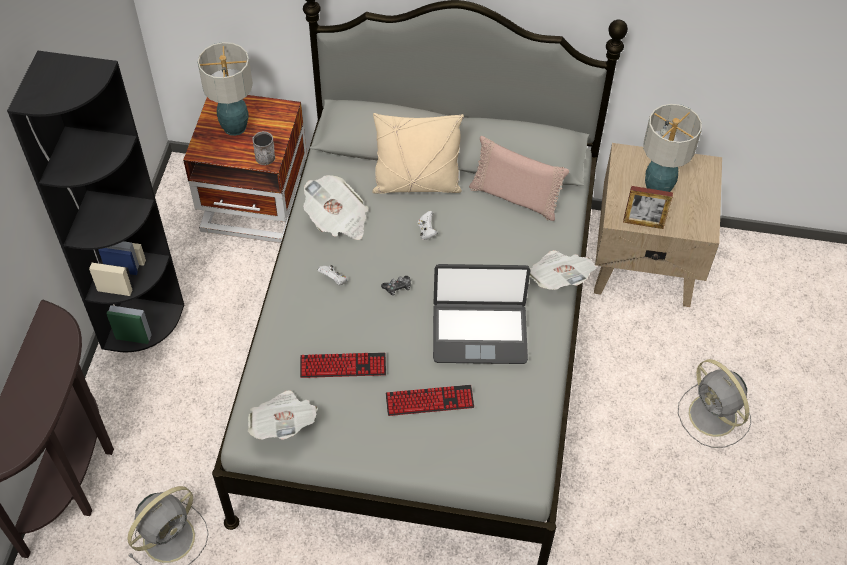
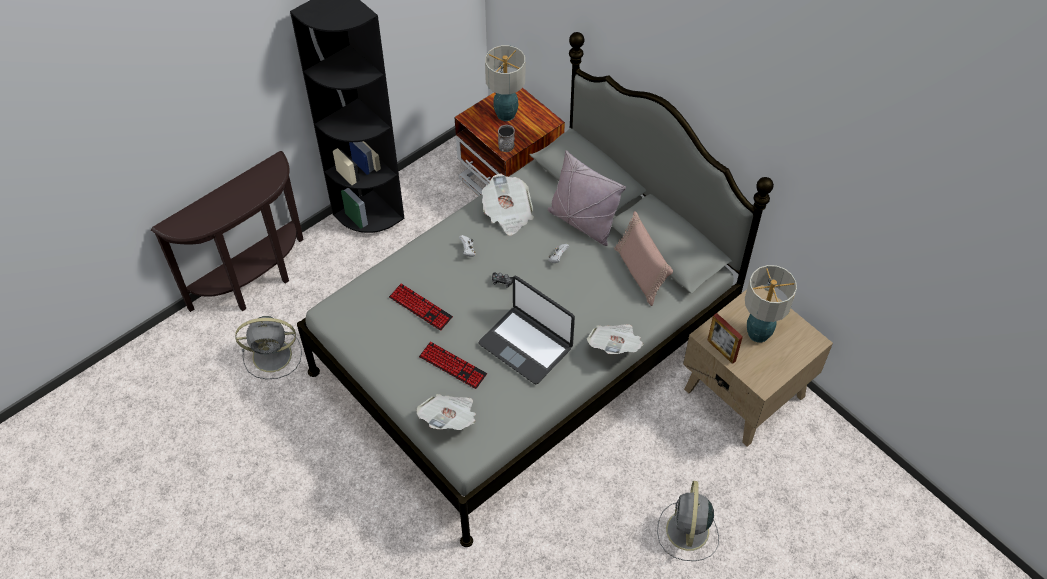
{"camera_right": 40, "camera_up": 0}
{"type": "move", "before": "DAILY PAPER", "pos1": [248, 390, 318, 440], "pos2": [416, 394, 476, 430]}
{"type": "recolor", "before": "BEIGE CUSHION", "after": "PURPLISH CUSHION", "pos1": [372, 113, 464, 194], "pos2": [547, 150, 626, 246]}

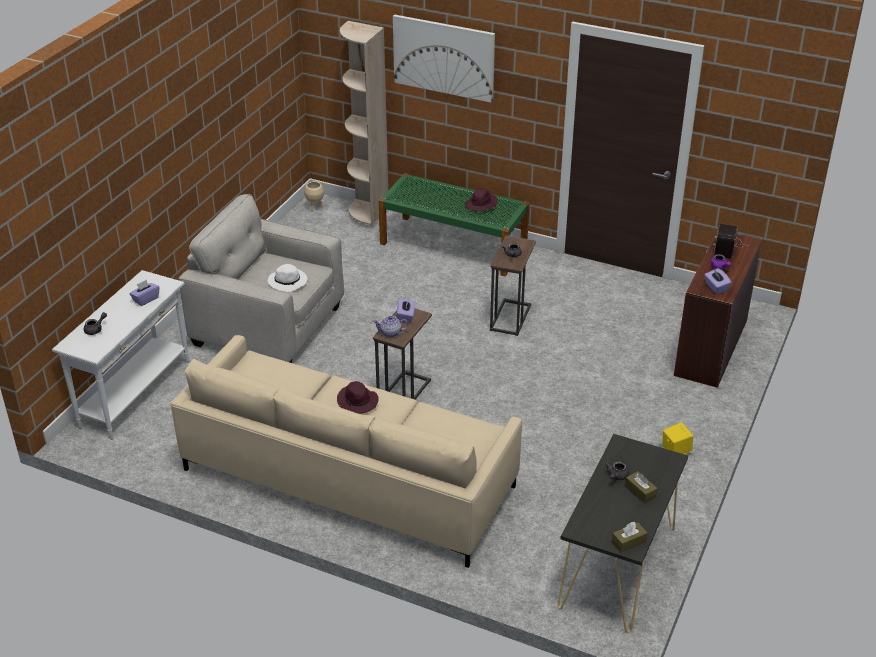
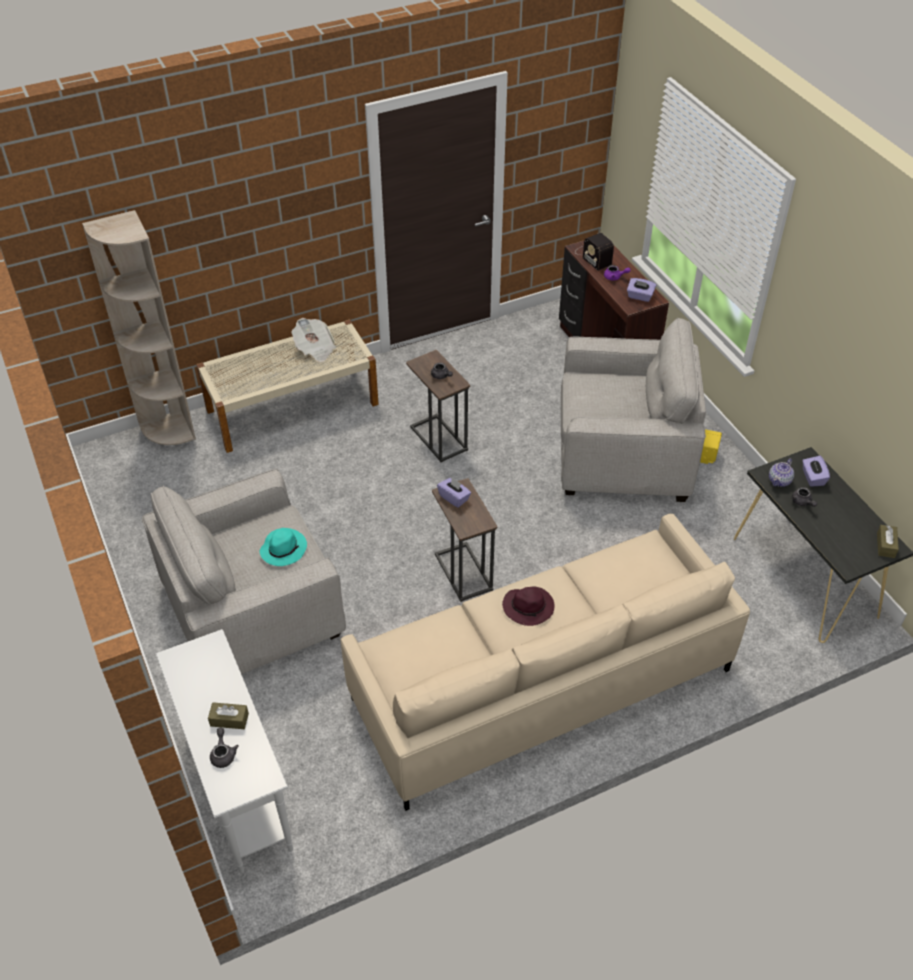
{"camera_right": -50, "camera_up": 10}
{"type": "recolor", "before": "GREENISH INDOOR BENCH", "after": "BEIGE INDOOR BENCH", "pos1": [379, 173, 529, 277], "pos2": [196, 319, 379, 453]}
{"type": "move", "before": "BROWN TISSUE HOLDER", "pos1": [625, 471, 658, 504], "pos2": [208, 702, 249, 729]}
{"type": "recolor", "before": "WHITE-COLOURED CLOTHING HAT", "after": "TURQUOISE-COLOURED CLOTHING HAT", "pos1": [268, 264, 307, 292], "pos2": [259, 528, 307, 566]}
{"type": "replace", "before": "PURPLISH CLOTHING HAT", "after": "DAILY PAPER", "pos1": [465, 188, 497, 212], "pos2": [291, 318, 336, 362]}
{"type": "insert", "after": "GREY ARMCHAIR", "pos2": [561, 318, 706, 502]}
{"type": "move", "before": "TEAPOT", "pos1": [373, 316, 408, 337], "pos2": [769, 458, 794, 487]}
{"type": "move", "before": "PURPLISH TISSUE HOLDER", "pos1": [130, 280, 160, 306], "pos2": [802, 456, 830, 487]}
{"type": "delete", "before": "BEIGE PLANTER", "pos1": [304, 181, 324, 212]}
{"type": "delete", "before": "WALL ART", "pos1": [393, 14, 495, 103]}

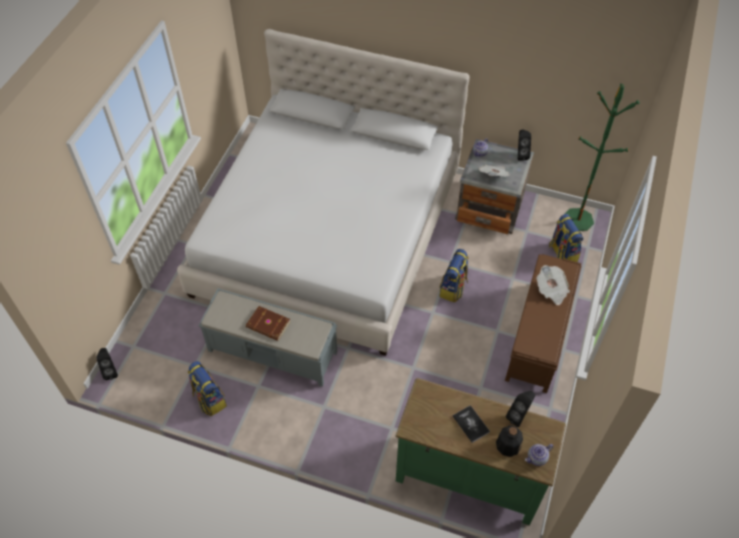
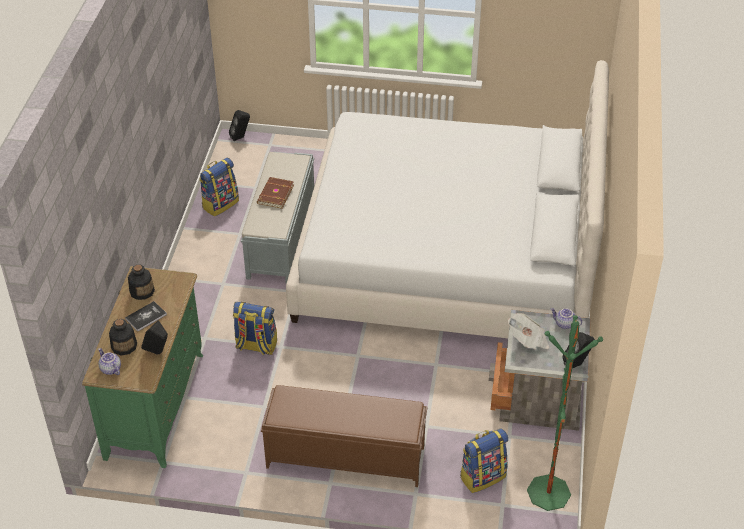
{"camera_right": 80, "camera_up": -10}
{"type": "insert", "after": "BEVERAGE BOTTLE", "pos2": [128, 264, 155, 300]}
{"type": "move", "before": "RUCKSACK", "pos1": [439, 249, 469, 303], "pos2": [233, 302, 277, 355]}
{"type": "delete", "before": "DAILY PAPER", "pos1": [536, 265, 570, 305]}

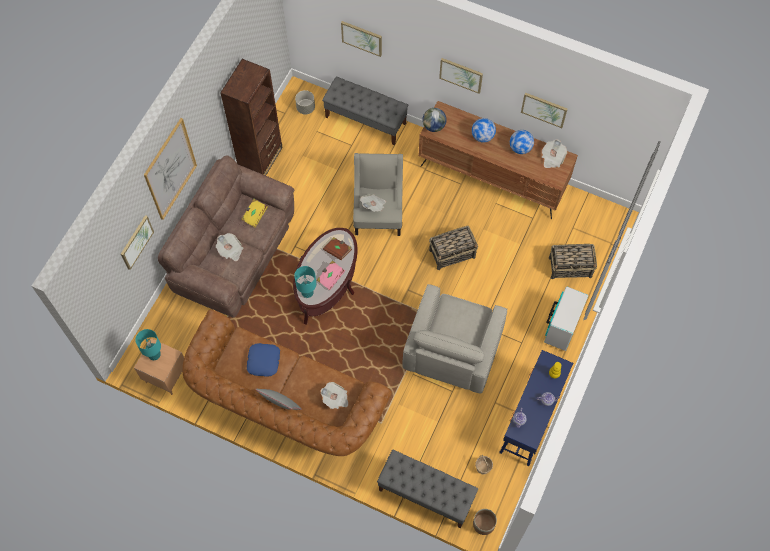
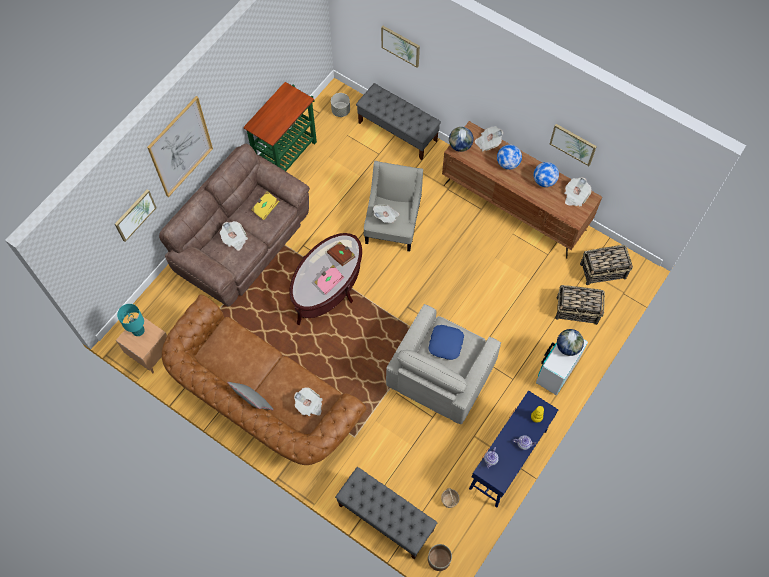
{"camera_right": 10, "camera_up": 0}
{"type": "replace", "before": "BROWN SHELVING UNIT", "after": "GREENISH CART", "pos1": [220, 59, 283, 175], "pos2": [243, 82, 317, 171]}
{"type": "move", "before": "BLUE-COLOURED CUSHION", "pos1": [247, 343, 280, 377], "pos2": [428, 325, 464, 360]}
{"type": "insert", "after": "DAILY PAPER", "pos2": [475, 126, 503, 151]}
{"type": "insert", "after": "GLOBE", "pos2": [557, 329, 584, 356]}
{"type": "move", "before": "HOUSEHOLD BASKET", "pos1": [429, 226, 478, 270], "pos2": [580, 245, 633, 285]}
{"type": "delete", "before": "TURQUOISE-COLOURED LAMP FOR A TABLE", "pos1": [294, 266, 316, 298]}
{"type": "delete", "before": "WALL ART", "pos1": [439, 58, 483, 94]}

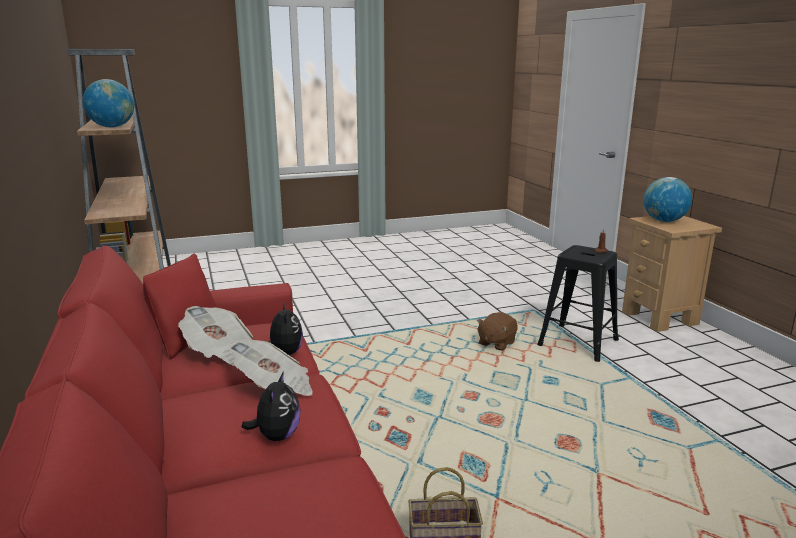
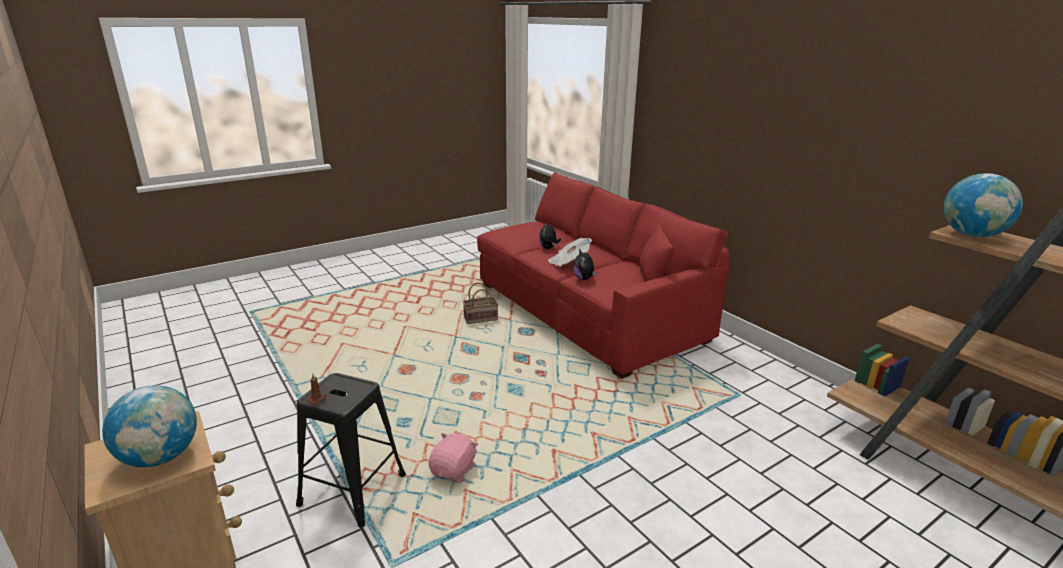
{"camera_right": 165, "camera_up": 5}
{"type": "recolor", "before": "BROWN PLUSH TOY", "after": "PINKISH PLUSH TOY", "pos1": [477, 312, 518, 351], "pos2": [429, 433, 478, 483]}
{"type": "delete", "before": "DAILY PAPER", "pos1": [178, 306, 253, 366]}

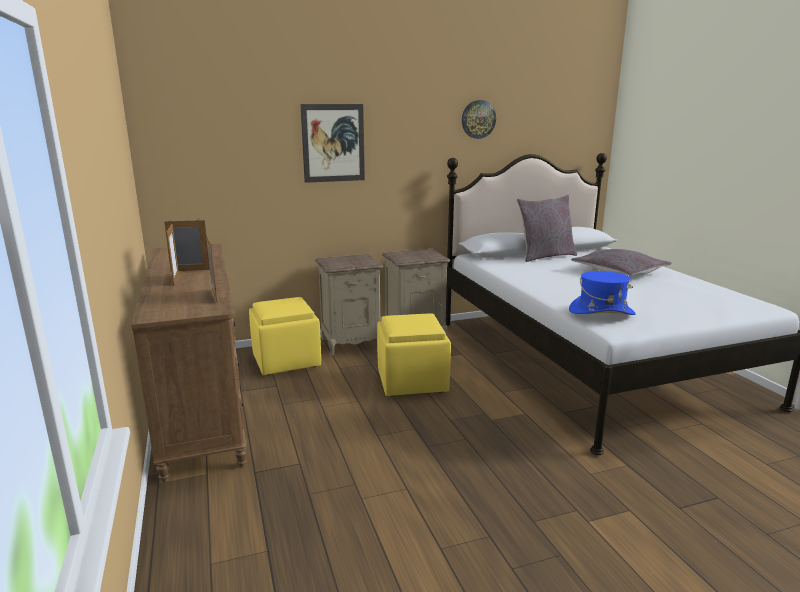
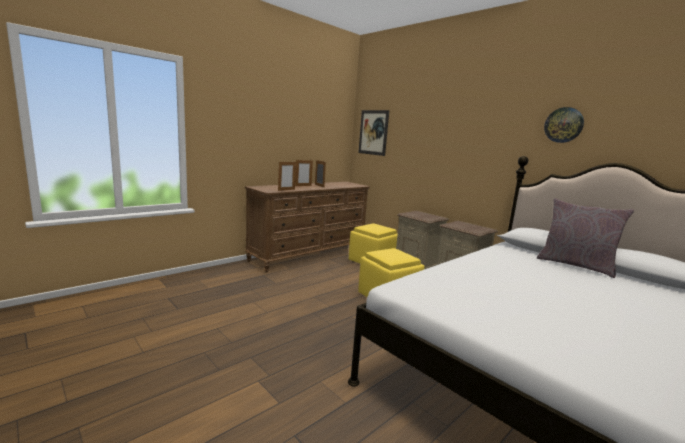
{"camera_right": 65, "camera_up": -5}
{"type": "move", "before": "WALL ART", "pos1": [300, 104, 365, 183], "pos2": [358, 110, 389, 156]}
{"type": "delete", "before": "BLUE-COLOURED CLOTHING HAT", "pos1": [569, 271, 636, 315]}
{"type": "delete", "before": "GREY CUSHION", "pos1": [571, 249, 672, 276]}

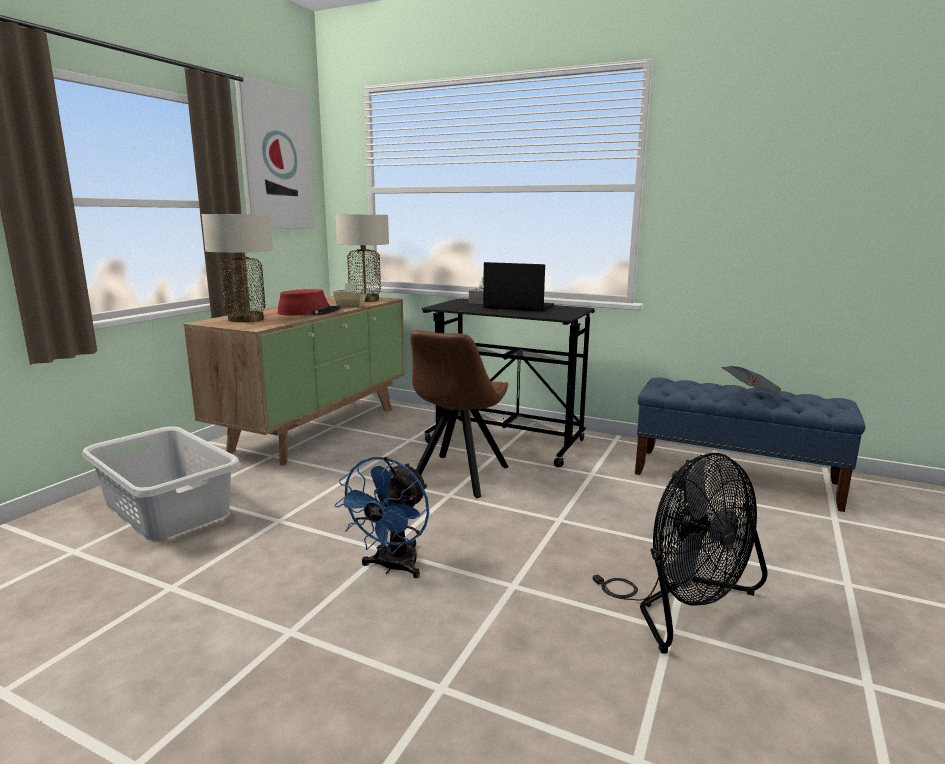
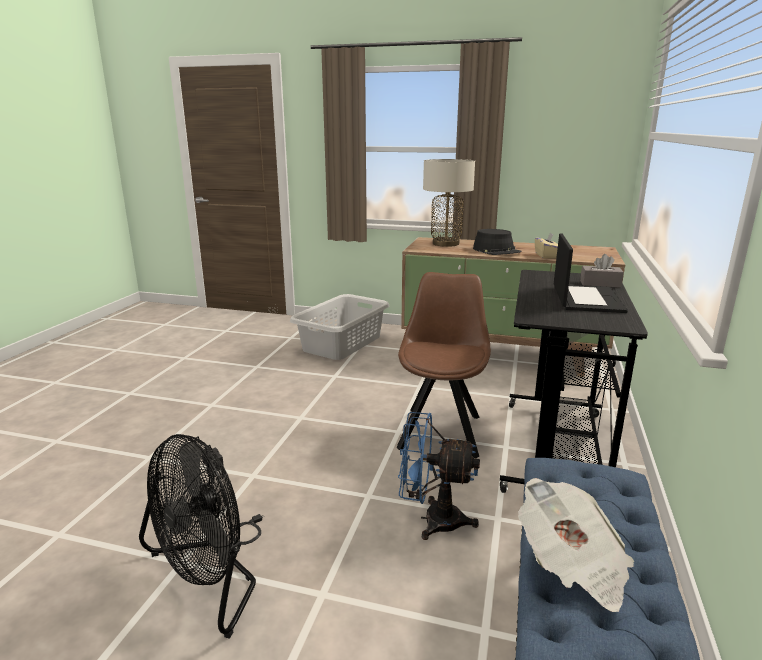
{"camera_right": 80, "camera_up": 5}
{"type": "rotate", "before": "BROWN CHAIR", "pos1": [410, 330, 509, 498], "pos2": [397, 272, 491, 458], "turn": 90}
{"type": "move", "before": "BLUE-COLOURED COOLING FAN", "pos1": [335, 457, 429, 578], "pos2": [398, 412, 480, 540]}
{"type": "recolor", "before": "RED-COLOURED CLOTHING HAT", "after": "BLACK-COLOURED CLOTHING HAT", "pos1": [278, 289, 341, 316], "pos2": [473, 229, 522, 255]}
{"type": "delete", "before": "WALL ART", "pos1": [235, 75, 314, 229]}
{"type": "delete", "before": "LAMP FOR A TABLE", "pos1": [336, 214, 389, 302]}

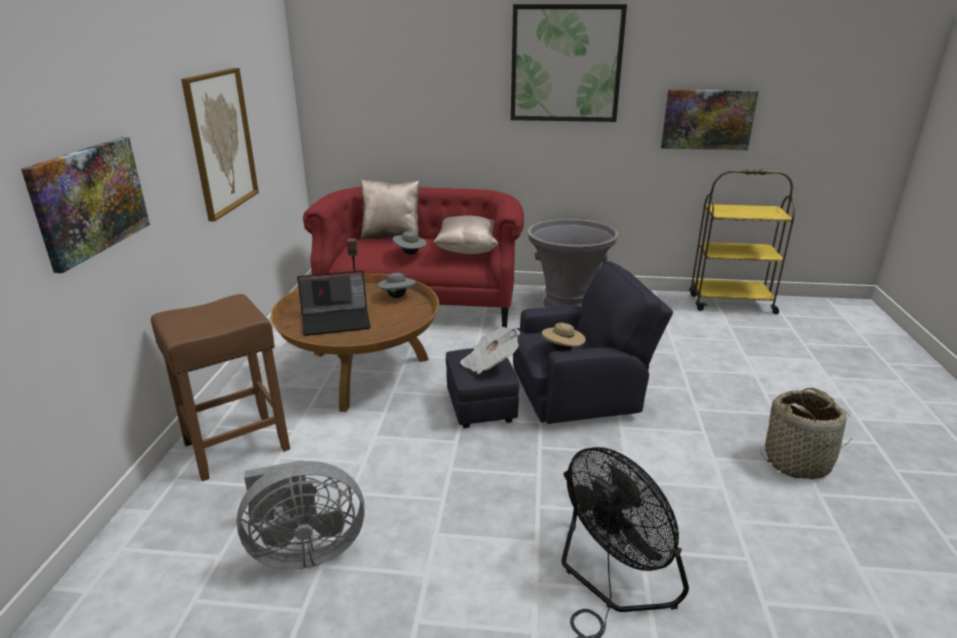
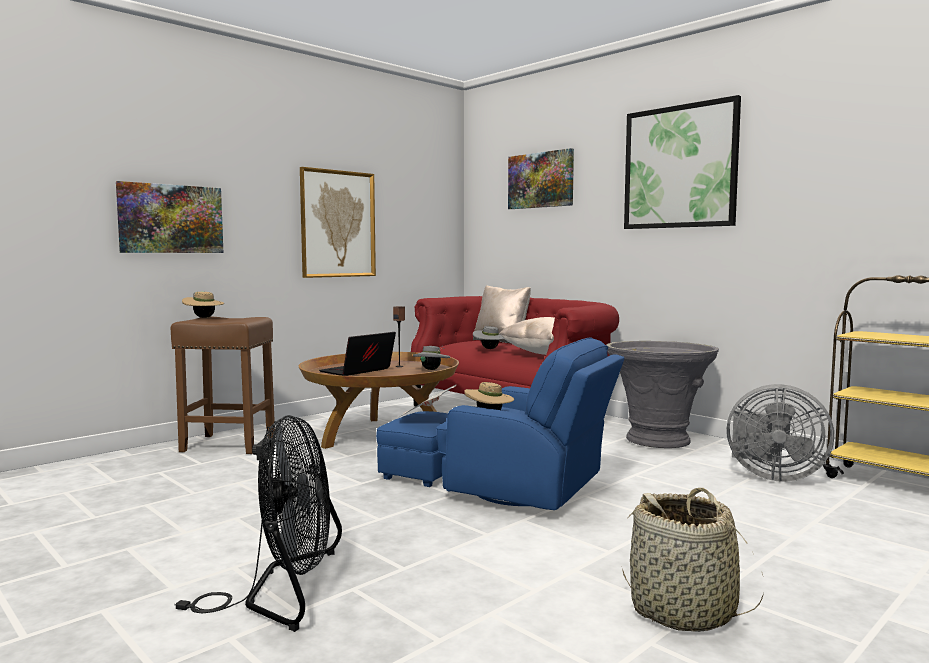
{"camera_right": 40, "camera_up": -20}
{"type": "insert", "after": "BEIGE CLOTHING HAT", "pos2": [182, 292, 224, 318]}
{"type": "rotate", "before": "NOTEBOOK COMPUTER", "pos1": [297, 270, 371, 336], "pos2": [319, 332, 396, 376], "turn": 105}
{"type": "recolor", "before": "BLACK-COLOURED ARMCHAIR", "after": "BLUE-COLOURED ARMCHAIR", "pos1": [446, 260, 673, 428], "pos2": [376, 337, 624, 510]}
{"type": "move", "before": "WALL ART", "pos1": [661, 89, 759, 150], "pos2": [508, 148, 574, 209]}
{"type": "move", "before": "GREY COOLING FAN", "pos1": [237, 460, 365, 570], "pos2": [727, 384, 834, 482]}

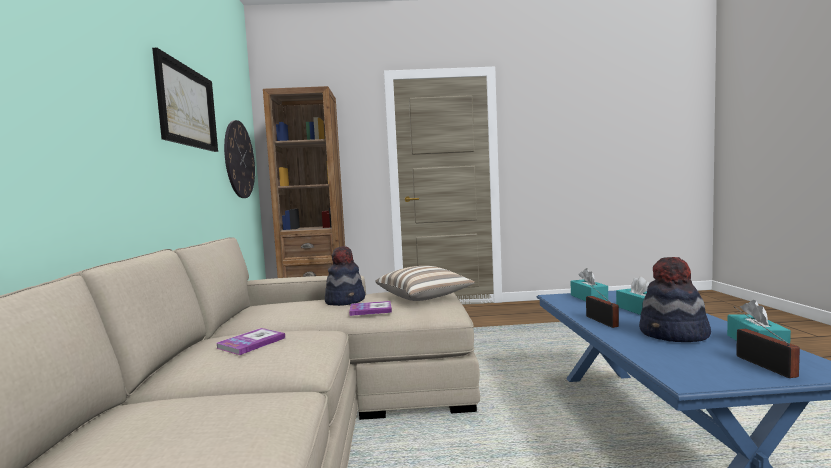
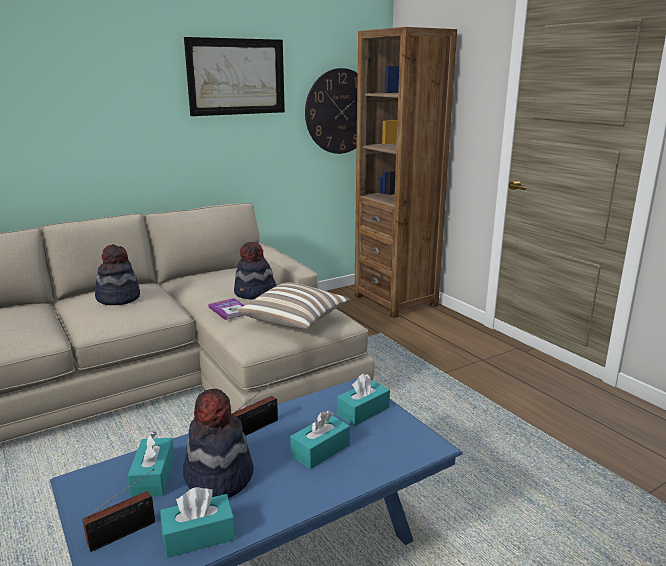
{"camera_right": 60, "camera_up": 15}
{"type": "replace", "before": "VOLUME", "after": "CLOTHING HAT", "pos1": [216, 328, 285, 355], "pos2": [95, 244, 140, 305]}
{"type": "insert", "after": "TURQUOISE-COLOURED TISSUE HOLDER", "pos2": [128, 431, 174, 497]}

